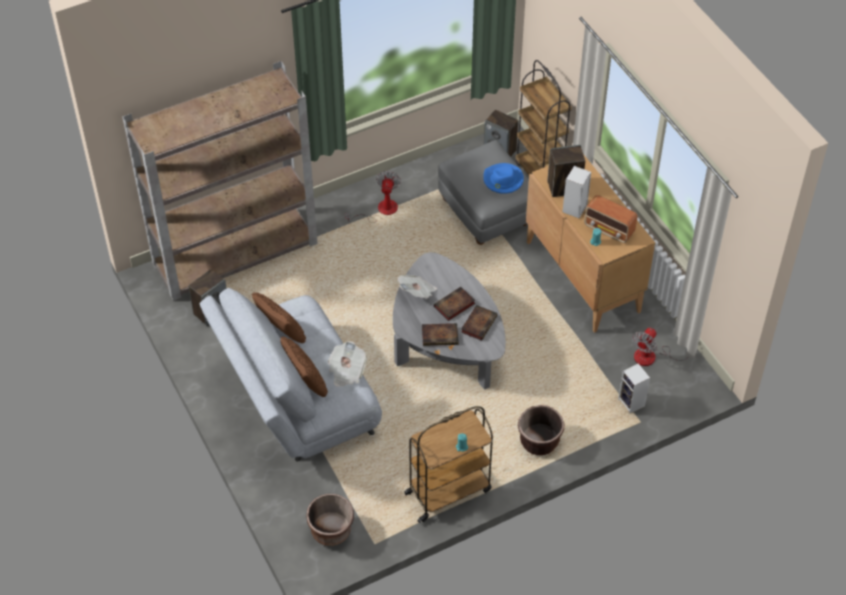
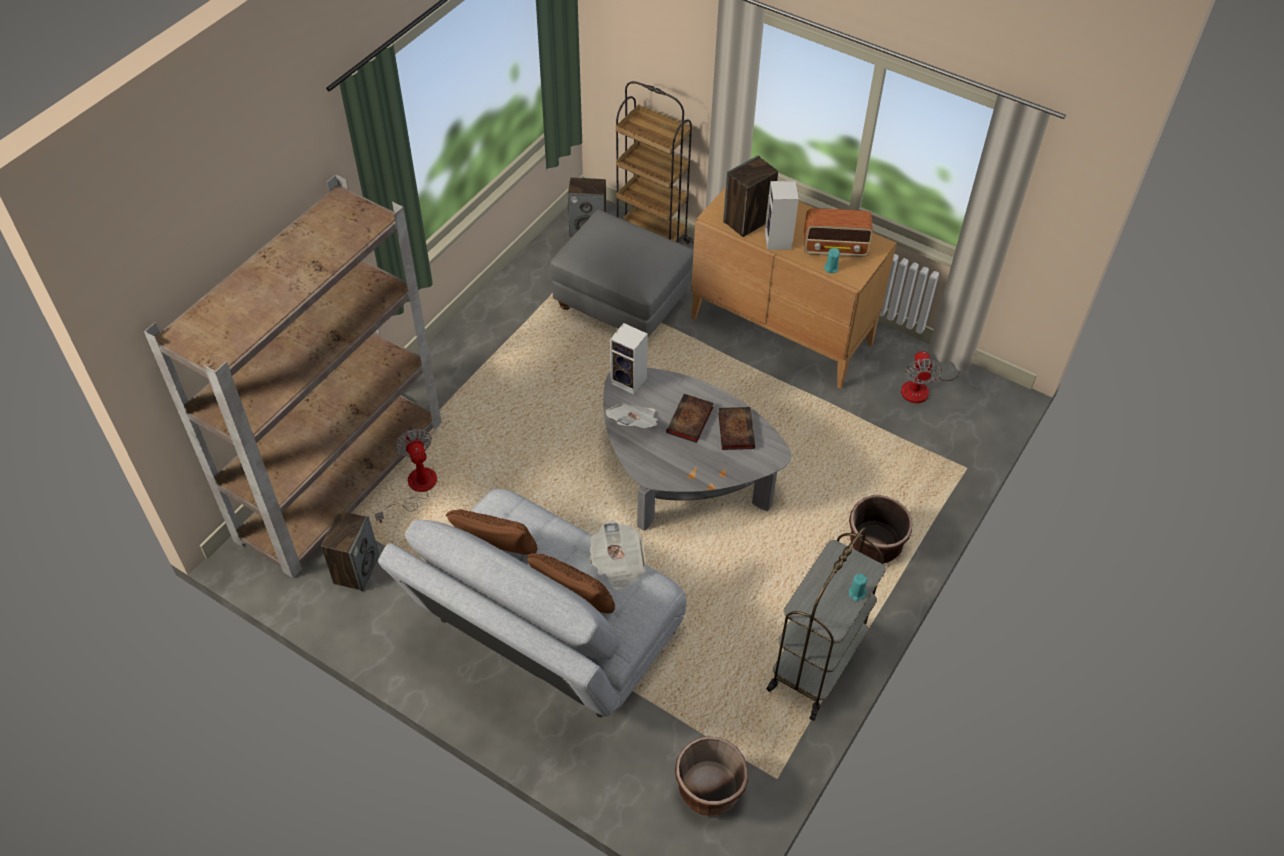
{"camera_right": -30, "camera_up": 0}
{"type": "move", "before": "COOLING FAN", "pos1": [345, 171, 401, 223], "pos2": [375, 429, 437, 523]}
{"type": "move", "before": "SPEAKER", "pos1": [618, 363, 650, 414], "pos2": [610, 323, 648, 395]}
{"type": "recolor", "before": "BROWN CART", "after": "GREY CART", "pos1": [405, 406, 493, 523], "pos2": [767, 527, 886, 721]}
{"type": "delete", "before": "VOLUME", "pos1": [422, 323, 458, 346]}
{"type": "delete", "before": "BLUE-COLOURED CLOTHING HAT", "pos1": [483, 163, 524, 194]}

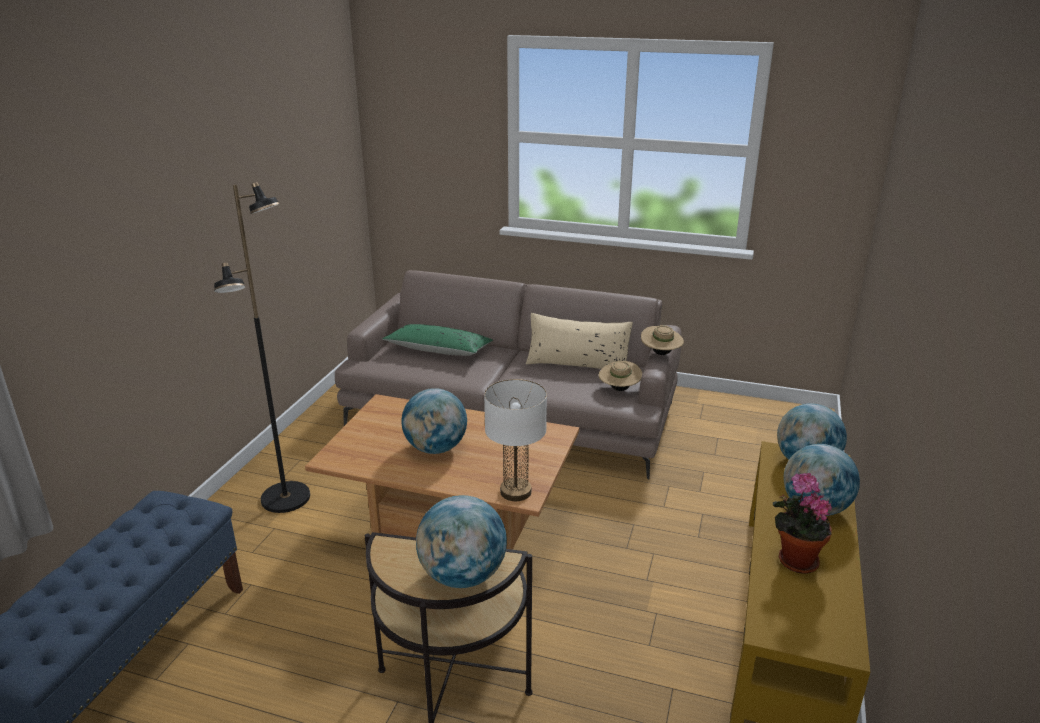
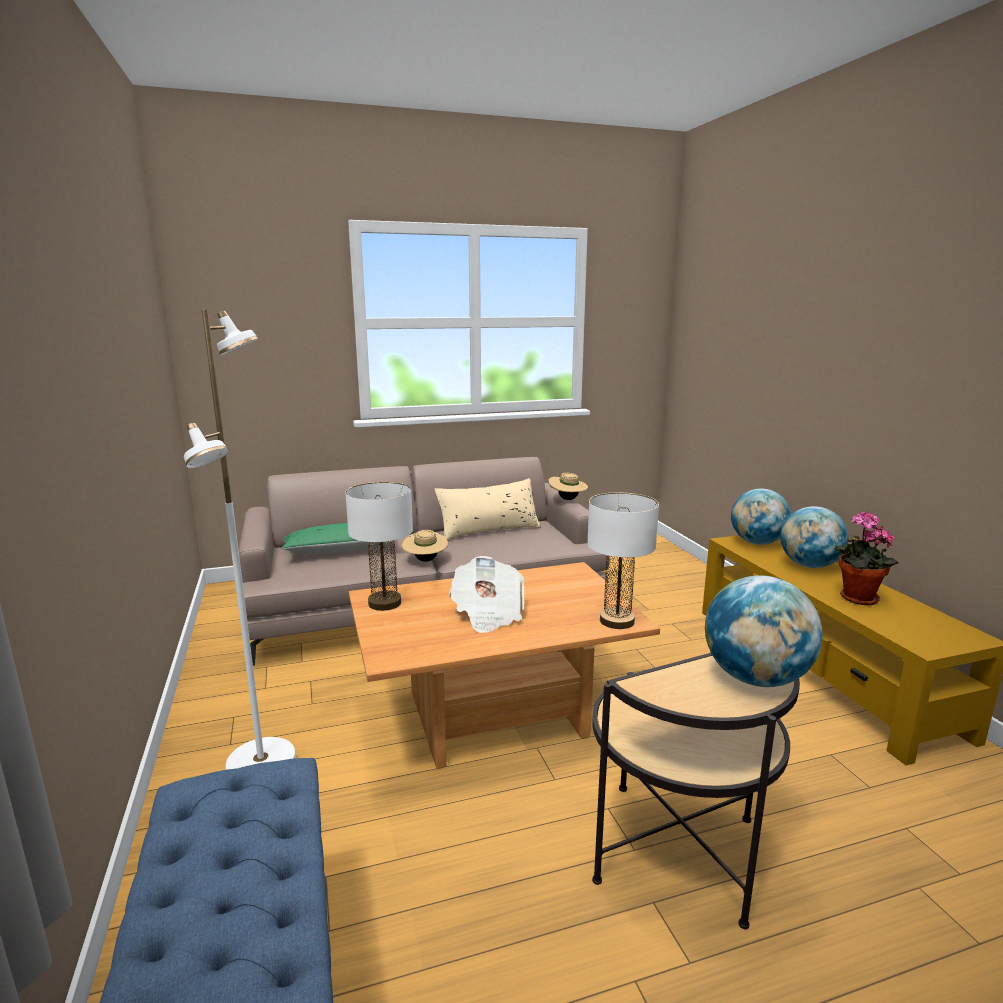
{"camera_right": -35, "camera_up": -10}
{"type": "recolor", "before": "BLACK-COLOURED STANDARD LAMP", "after": "WHITE-COLOURED STANDARD LAMP", "pos1": [214, 182, 310, 513], "pos2": [184, 309, 296, 770]}
{"type": "insert", "after": "LAMP FOR A TABLE", "pos2": [345, 482, 413, 611]}
{"type": "move", "before": "BEIGE CLOTHING HAT", "pos1": [599, 361, 642, 391], "pos2": [402, 530, 448, 562]}
{"type": "replace", "before": "GLOBE", "after": "DAILY PAPER", "pos1": [401, 388, 467, 454], "pos2": [449, 556, 525, 633]}

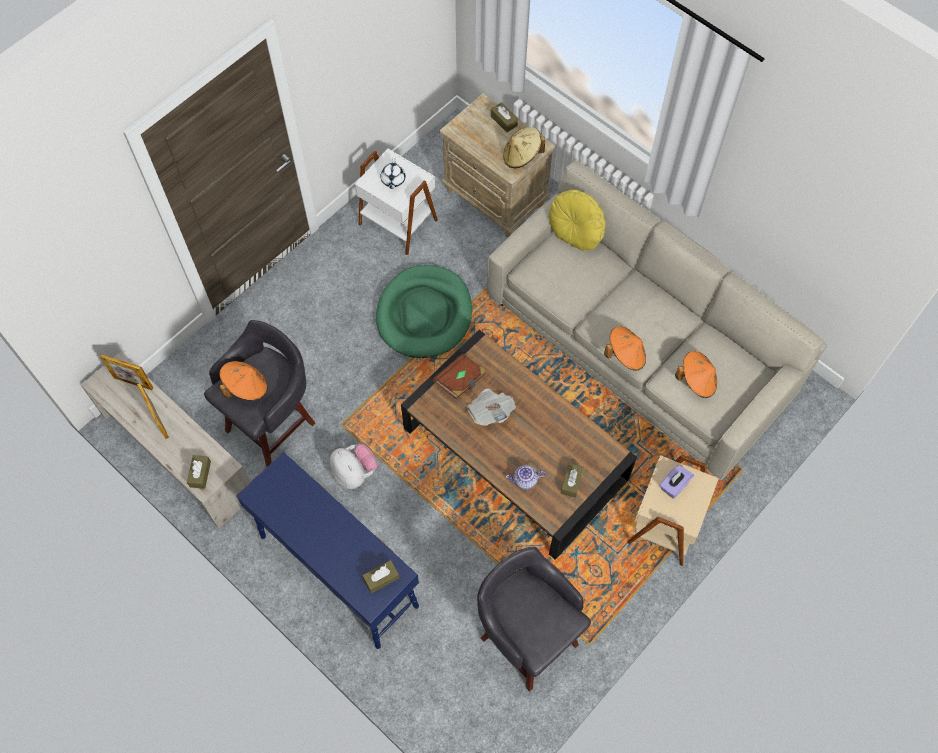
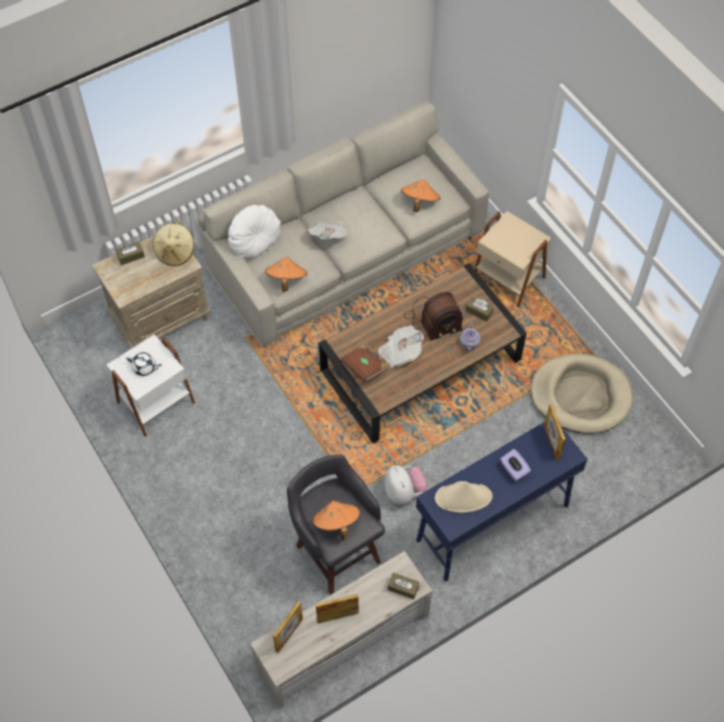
{"camera_right": -75, "camera_up": -5}
{"type": "recolor", "before": "YELLOWISH CUSHION", "after": "WHITE-COLOURED CUSHION", "pos1": [549, 189, 606, 251], "pos2": [228, 205, 281, 259]}
{"type": "move", "before": "ORANGE-COLOURED CLOTHING HAT", "pos1": [604, 327, 646, 371], "pos2": [265, 257, 307, 292]}
{"type": "insert", "after": "DAILY PAPER", "pos2": [308, 221, 348, 239]}
{"type": "rotate", "before": "PLUSH TOY", "pos1": [330, 444, 378, 489], "pos2": [385, 465, 427, 505], "turn": 90}
{"type": "insert", "after": "RADIO SET", "pos2": [404, 292, 463, 341]}
{"type": "insert", "after": "BEIGE CLOTHING HAT", "pos2": [435, 481, 493, 513]}
{"type": "move", "before": "PURPLISH TISSUE HOLDER", "pos1": [660, 465, 694, 499], "pos2": [500, 449, 531, 482]}
{"type": "replace", "before": "GREY SITTING STOOL", "after": "BEIGE PET BED", "pos1": [477, 547, 591, 692], "pos2": [531, 354, 633, 434]}
{"type": "replace", "before": "BROWN TISSUE HOLDER", "after": "STANDING FRAME", "pos1": [362, 560, 400, 594], "pos2": [544, 404, 566, 461]}
{"type": "delete", "before": "GREENISH PET BED", "pos1": [376, 265, 472, 358]}

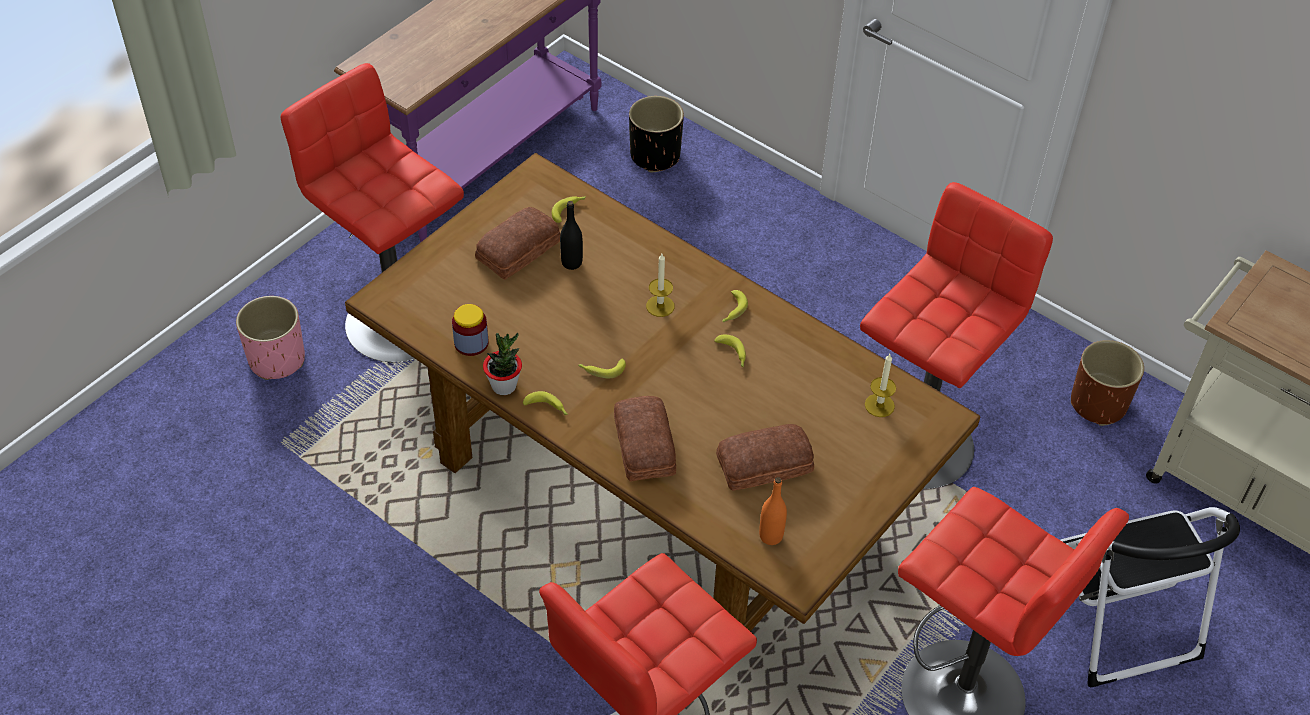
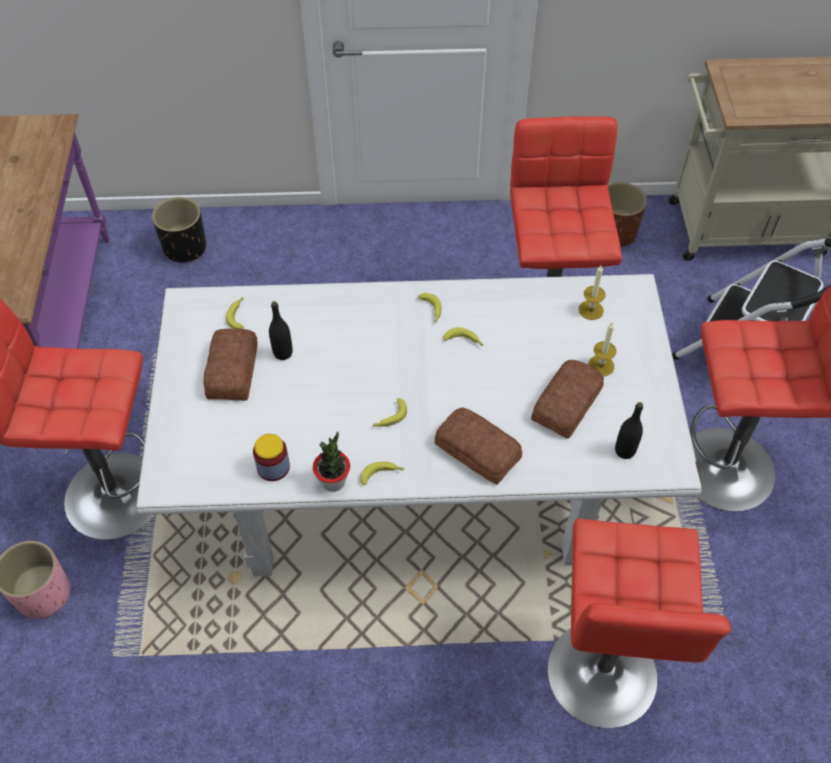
{"camera_right": -40, "camera_up": 5}
{"type": "recolor", "before": "BROWN DINING TABLE", "after": "WHITE-COLOURED DINING TABLE", "pos1": [345, 153, 980, 631], "pos2": [136, 274, 702, 576]}
{"type": "move", "before": "CANDLE", "pos1": [646, 254, 674, 317], "pos2": [588, 322, 616, 376]}
{"type": "recolor", "before": "ORANGE-COLOURED BEVERAGE BOTTLE", "after": "BLACK-COLOURED BEVERAGE BOTTLE", "pos1": [759, 477, 787, 545], "pos2": [615, 402, 643, 459]}

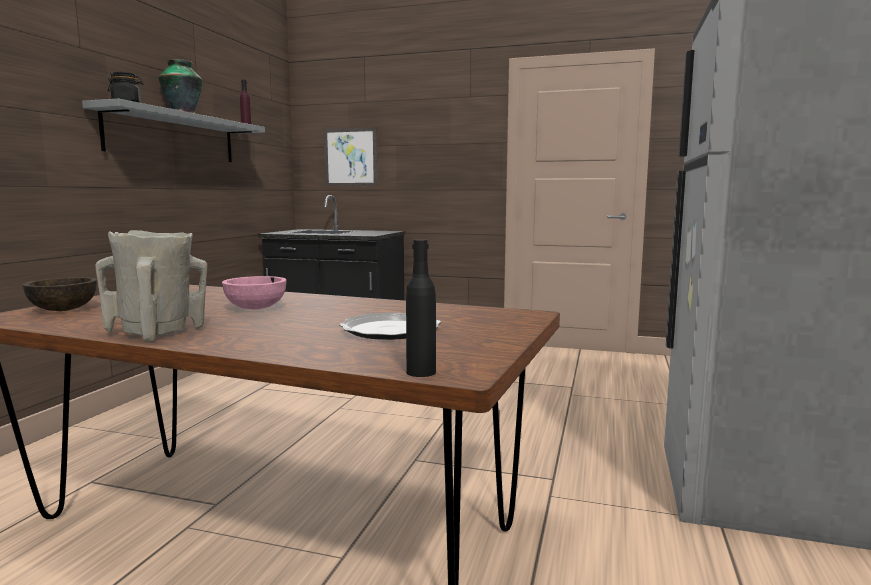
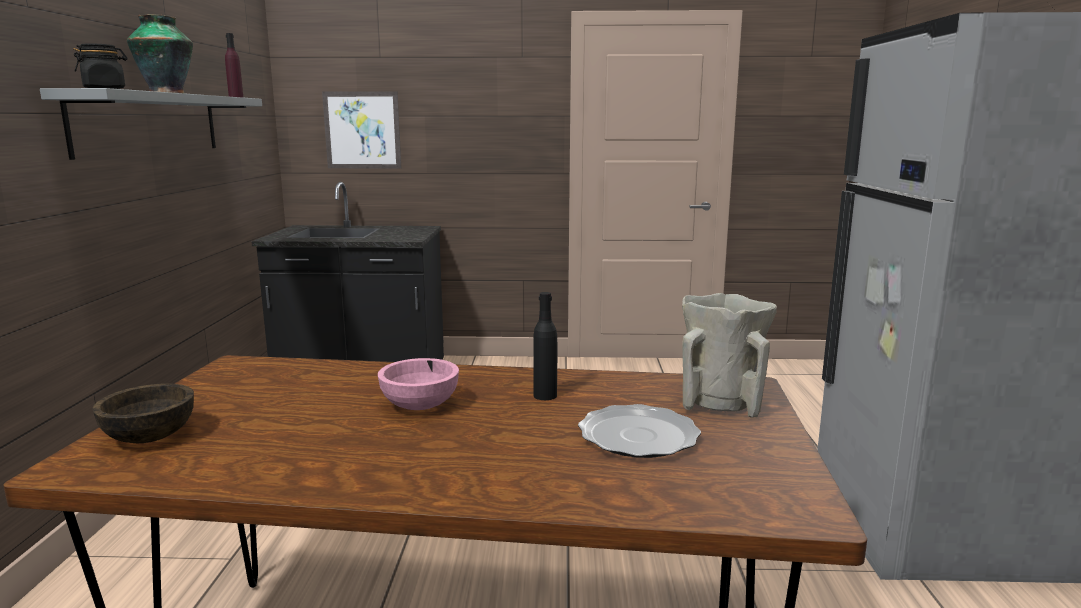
{"camera_right": -15, "camera_up": 5}
{"type": "move", "before": "BLACK-COLOURED BEVERAGE BOTTLE", "pos1": [406, 239, 436, 377], "pos2": [533, 292, 557, 400]}
{"type": "move", "before": "BEIGE FLOWER VASE", "pos1": [95, 230, 207, 341], "pos2": [682, 293, 777, 418]}

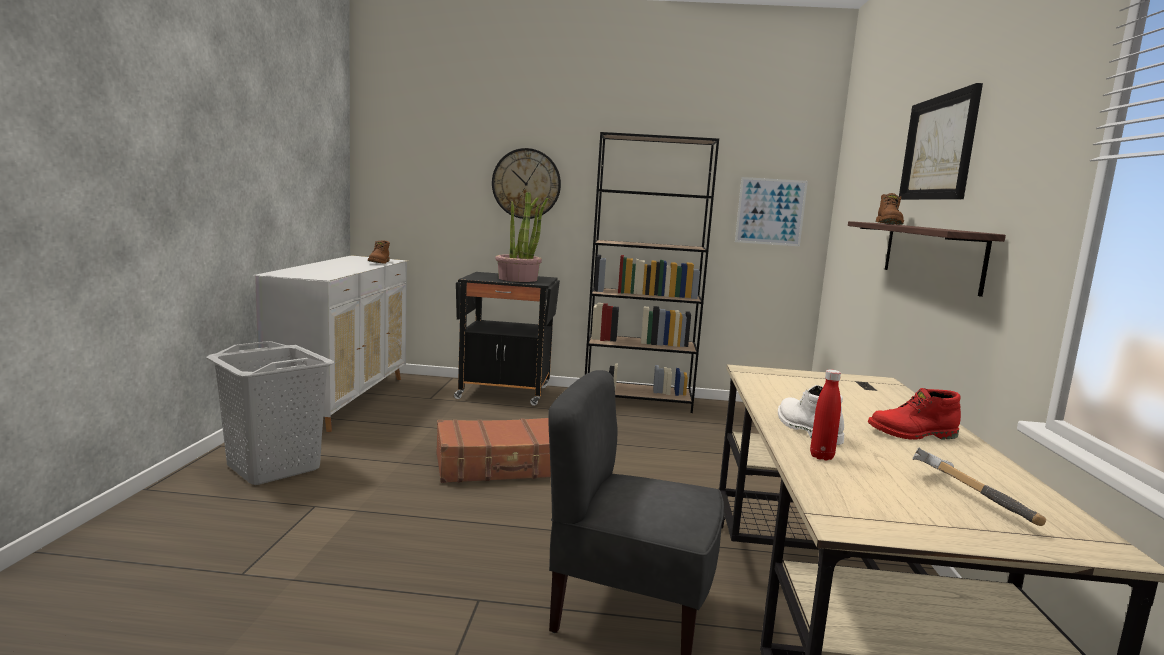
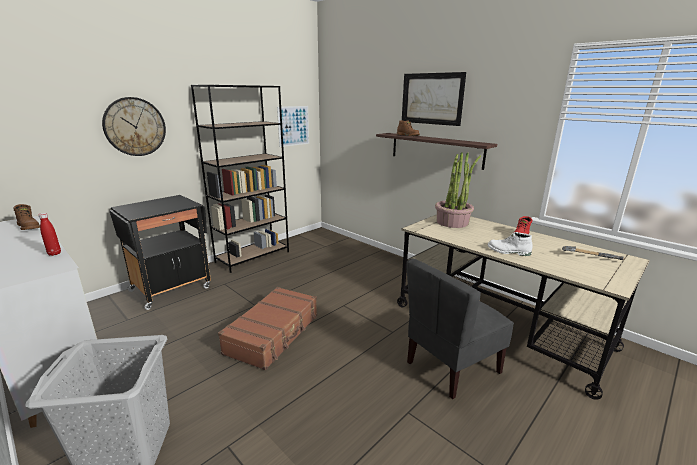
{"camera_right": -50, "camera_up": 10}
{"type": "move", "before": "RED-COLOURED BEVERAGE BOTTLE", "pos1": [810, 370, 841, 460], "pos2": [38, 213, 61, 256]}
{"type": "move", "before": "PLANT IN A POT", "pos1": [495, 192, 548, 282], "pos2": [435, 152, 481, 228]}

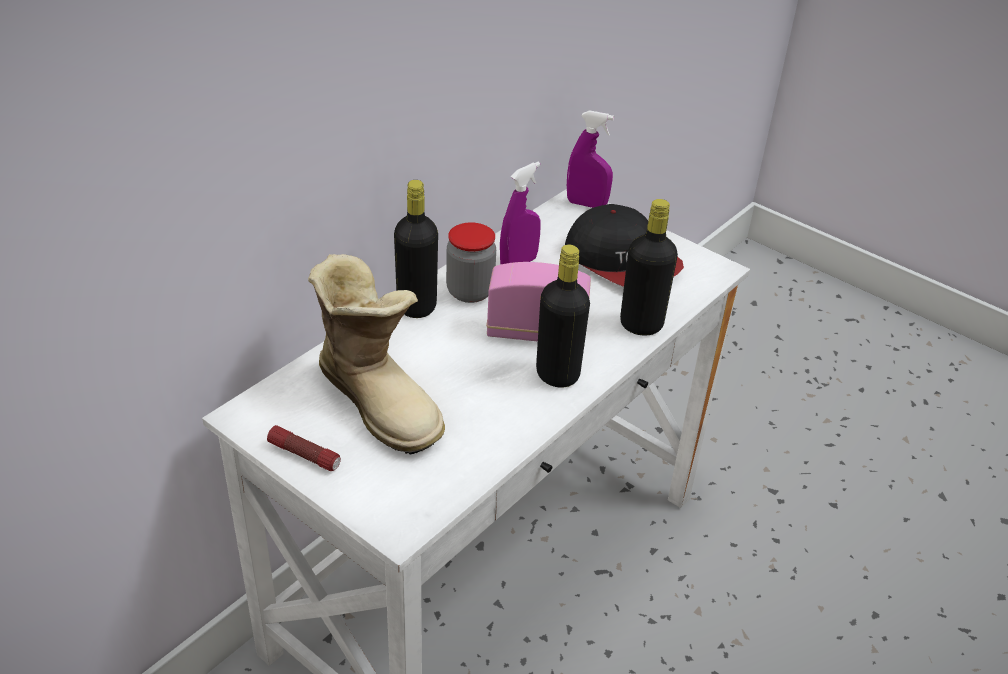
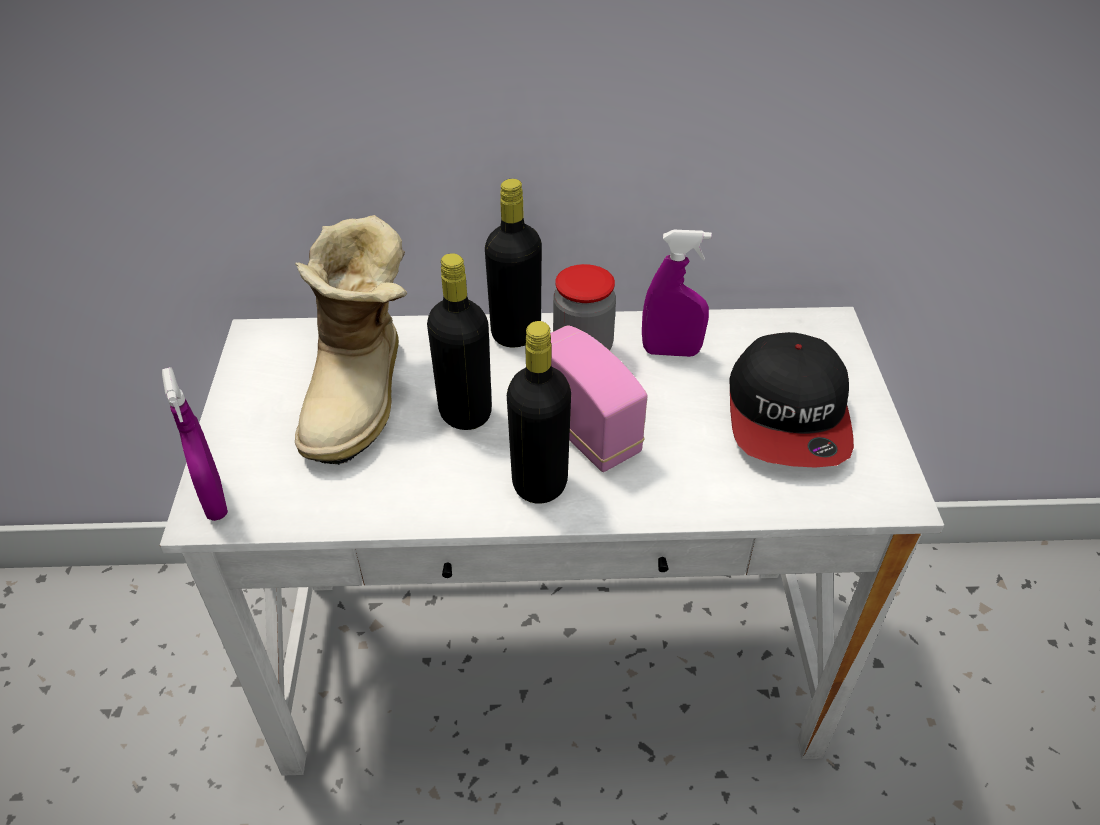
{"camera_right": 50, "camera_up": 5}
{"type": "move", "before": "PURPLISH SPRAYER", "pos1": [567, 110, 614, 208], "pos2": [162, 367, 228, 521]}
{"type": "move", "before": "BLACK-COLOURED BEVERAGE BOTTLE", "pos1": [620, 199, 678, 336], "pos2": [427, 253, 492, 430]}
{"type": "delete", "before": "FLASHLIGHT", "pos1": [267, 425, 341, 471]}

